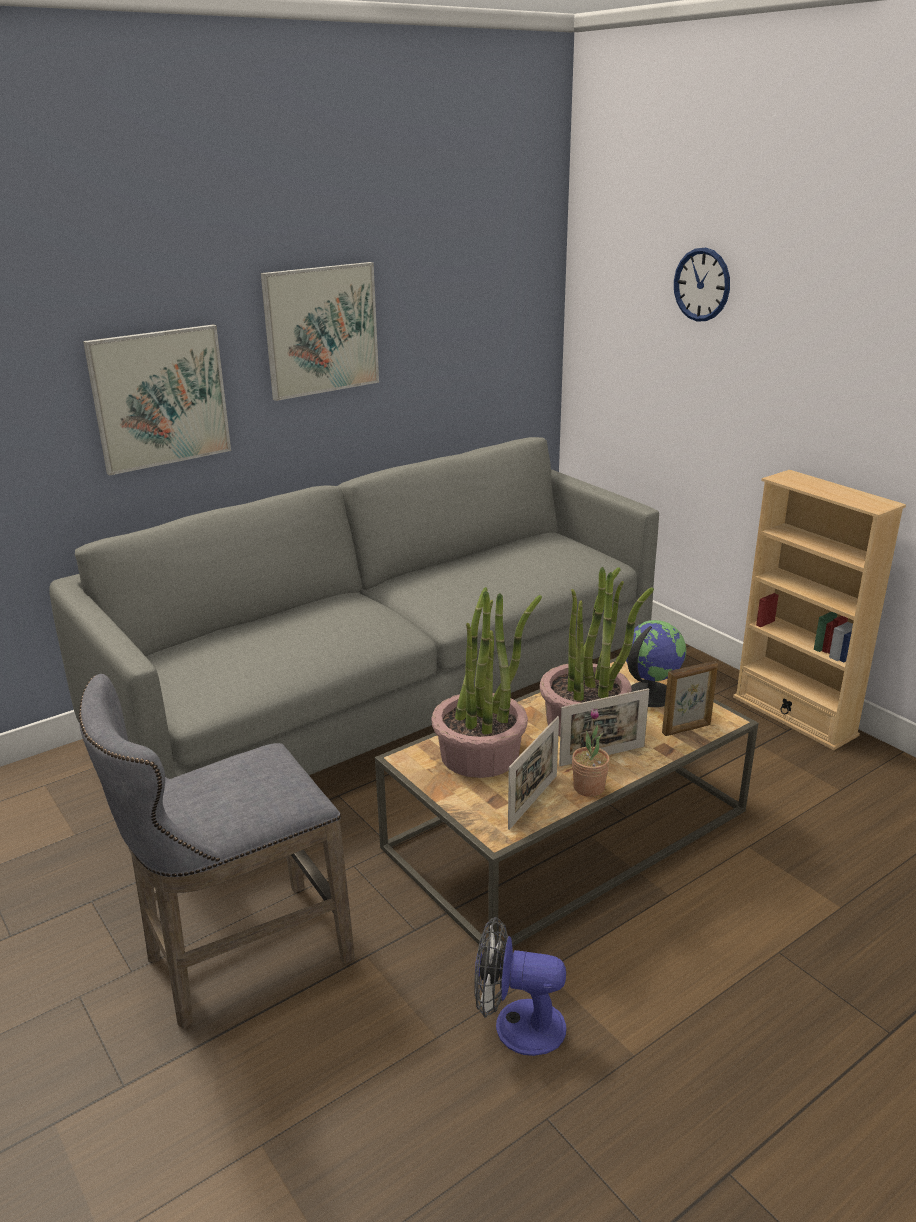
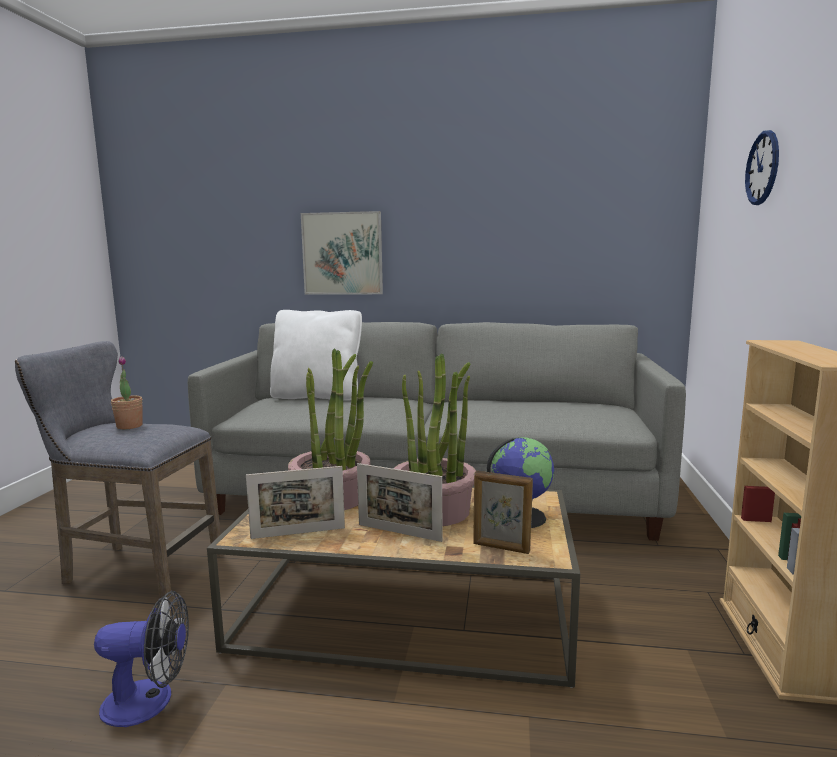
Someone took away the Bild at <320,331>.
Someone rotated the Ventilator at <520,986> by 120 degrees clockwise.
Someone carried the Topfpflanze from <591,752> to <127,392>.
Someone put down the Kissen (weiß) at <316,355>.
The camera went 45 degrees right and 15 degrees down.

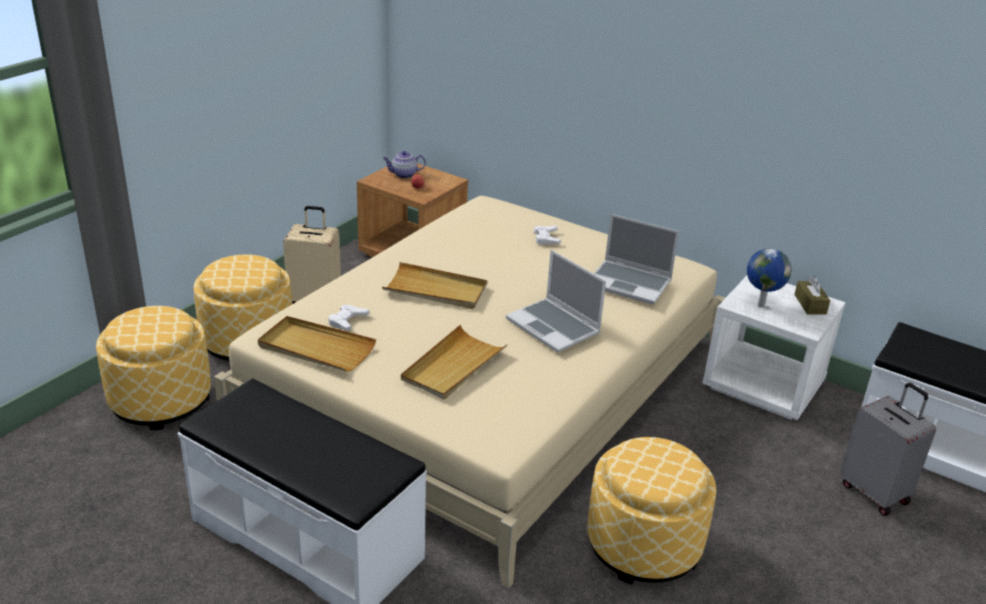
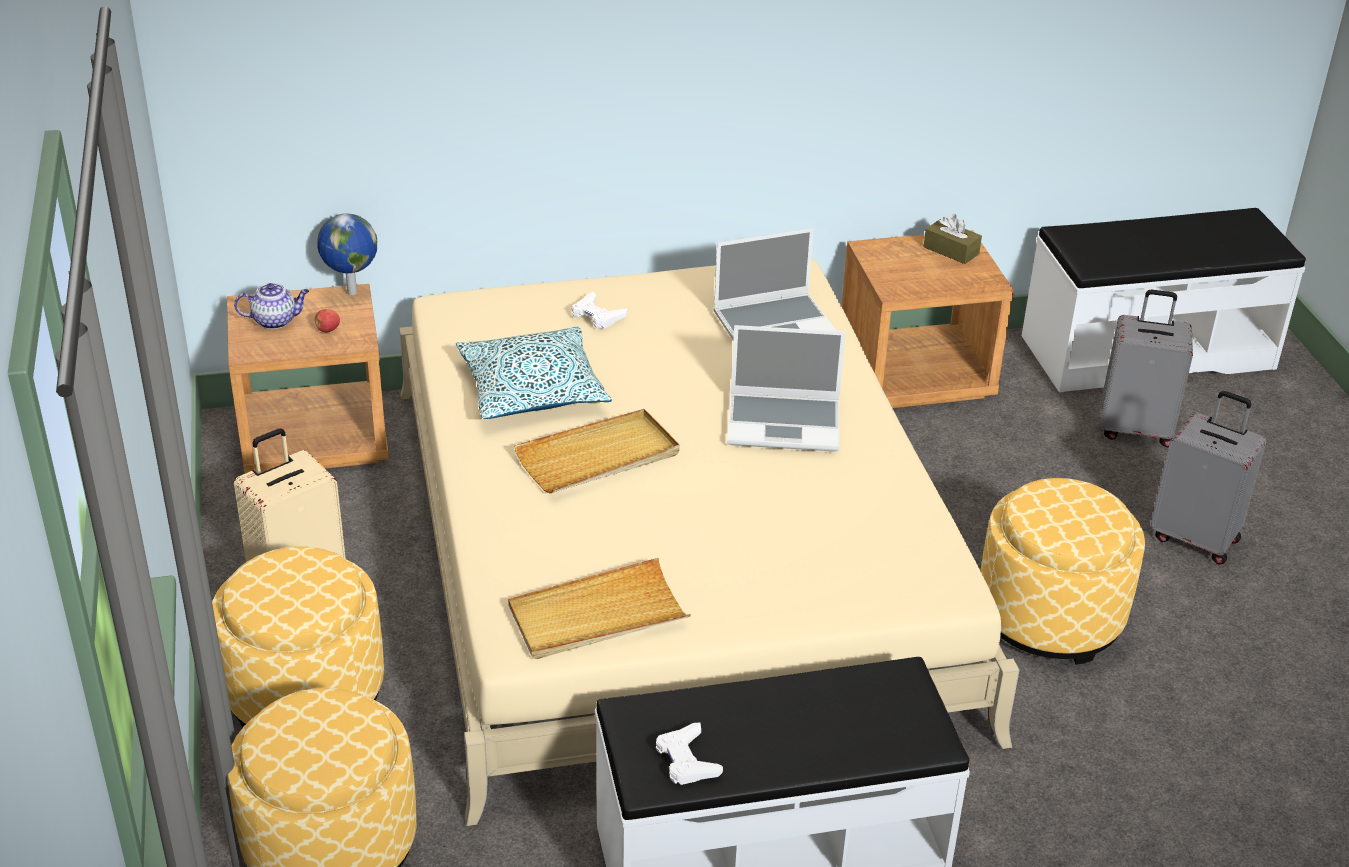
Someone carried the Gamepad (weiß) from <348,317> to <689,753>.
Someone rotated the Teekanne at <404,164> by 135 degrees counterclockwise.
Someone took away the Tablett (beige) at <454,362>.
Someone repainted the Nachttisch (weiß) at <774,348>, which became the Nachttisch (braun) at <928,319>.
Someone carried the Globus from <769,278> to <347,254>.
Someone put down the Kissen at <534,372>.
Someone put down the Koffer (grau) at <1208,478>.
The camera went 45 degrees left and 5 degrees up.

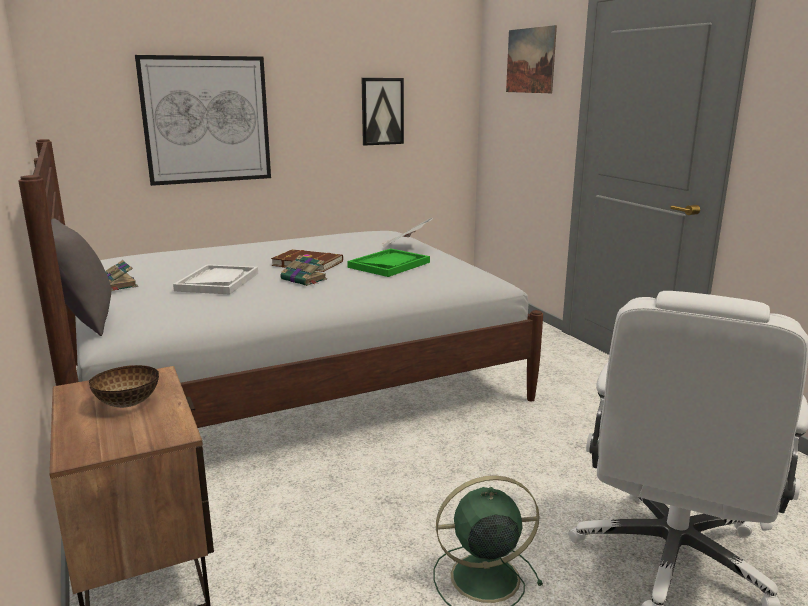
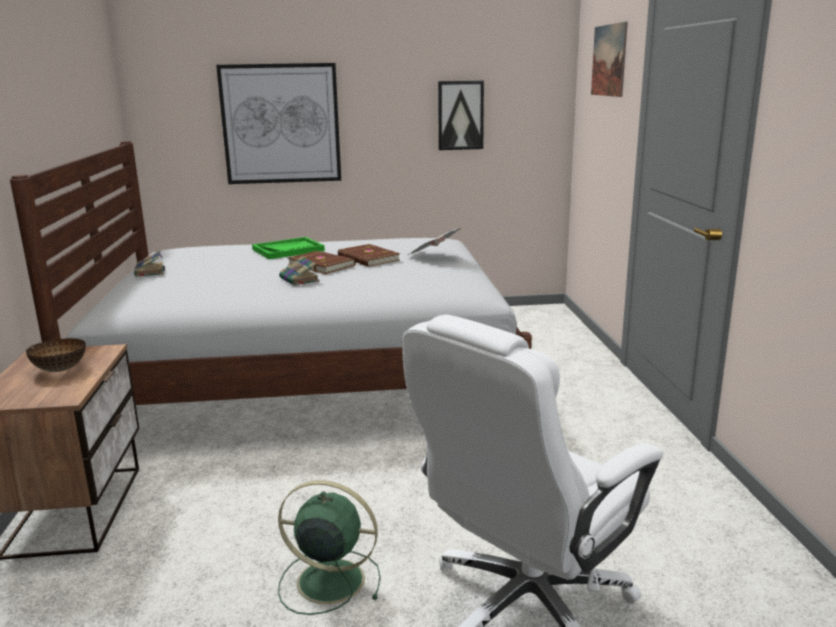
Someone took away the Kissen (grau) at <81,277>.
Someone took away the Tablett (weiß) at <215,279>.
Someone carried the Tablett (grün) from <388,262> to <288,248>.
Someone put down the Buch (braun) at <369,255>.
The camera went 20 degrees right and 0 degrees up.

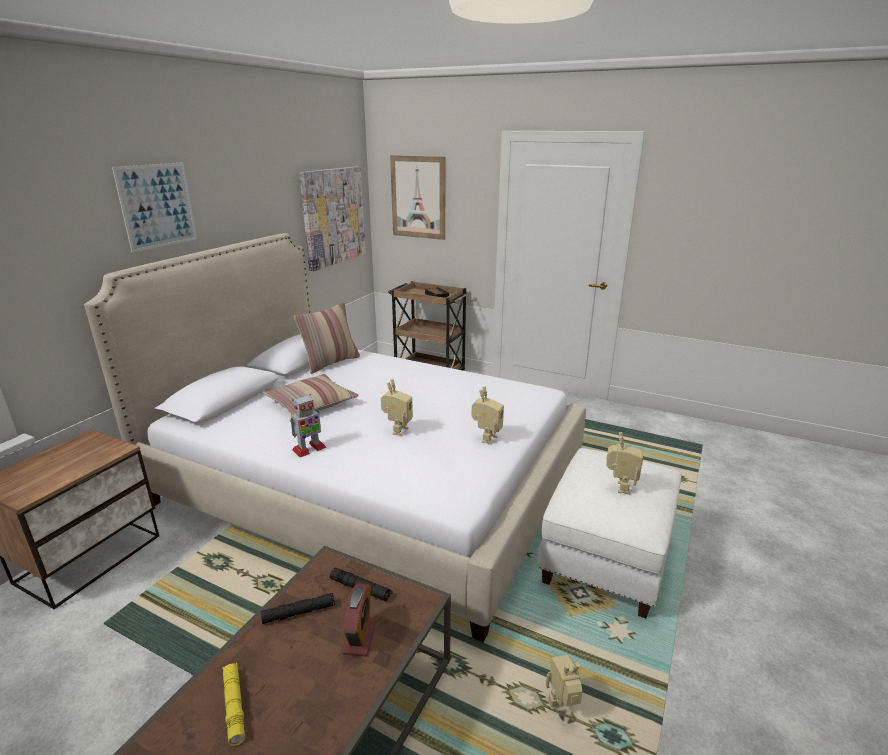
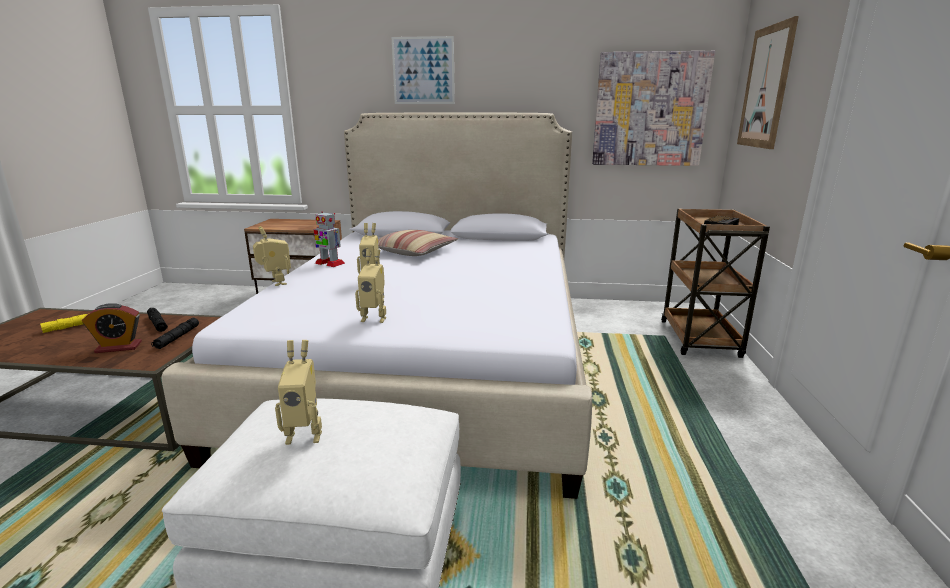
Someone took away the Kissen at <327,338>.
Someone carried the Spielzeugroboter from <564,682> to <272,256>.
The camera went 70 degrees right and 5 degrees down.

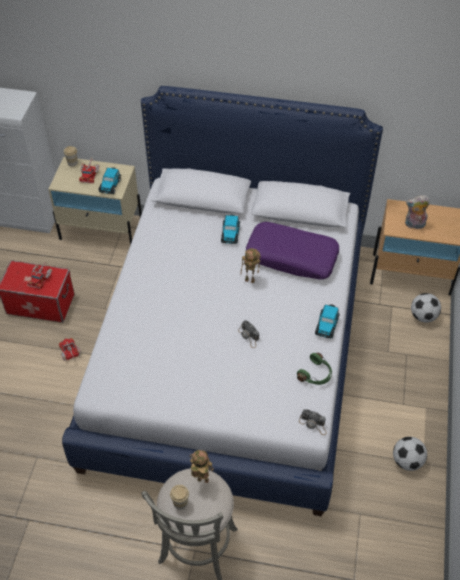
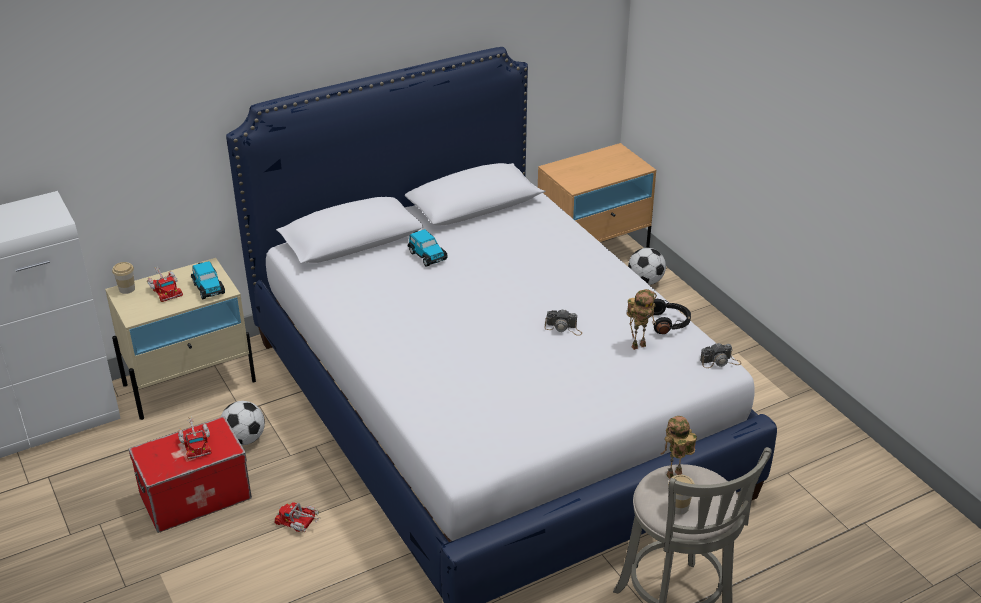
Someone carried the Spielzeugroboter from <251,265> to <642,319>.
Someone took away the Kissen (lila) at <292,251>.
Someone repainted the Kopfhörer (grün) at <314,369>, which became the Kopfhörer (schwarz) at <672,316>.
Someone took away the Spielzeugauto at <327,321>.
Someone carried the Fußball from <410,454> to <243,423>.
Someone took away the Plüschtier at <417,212>.
The camera went 40 degrees left and 15 degrees down.

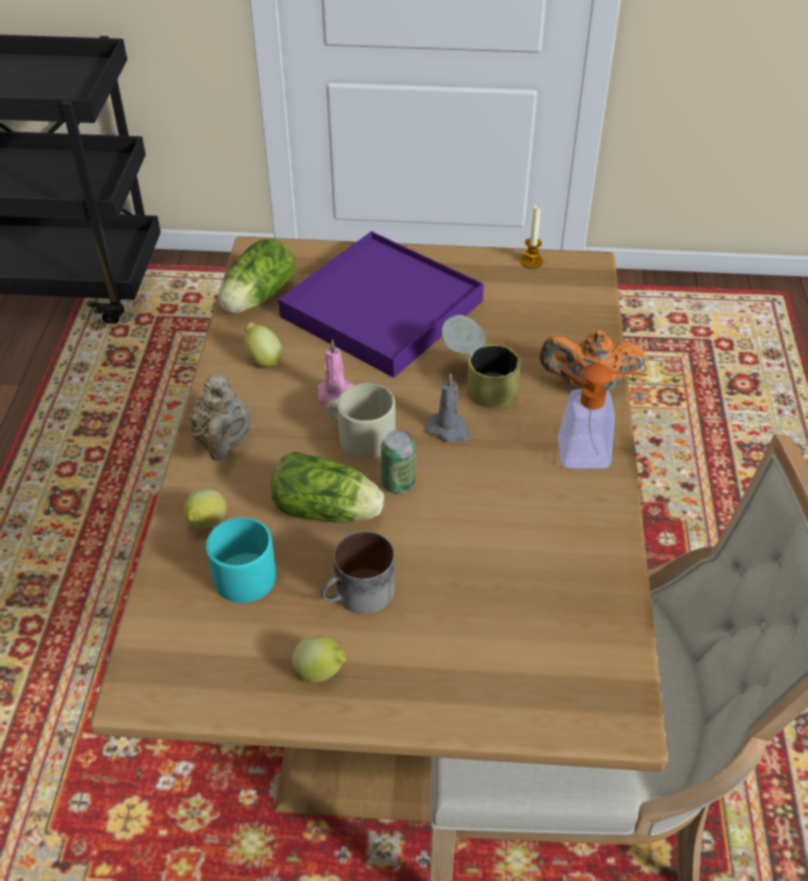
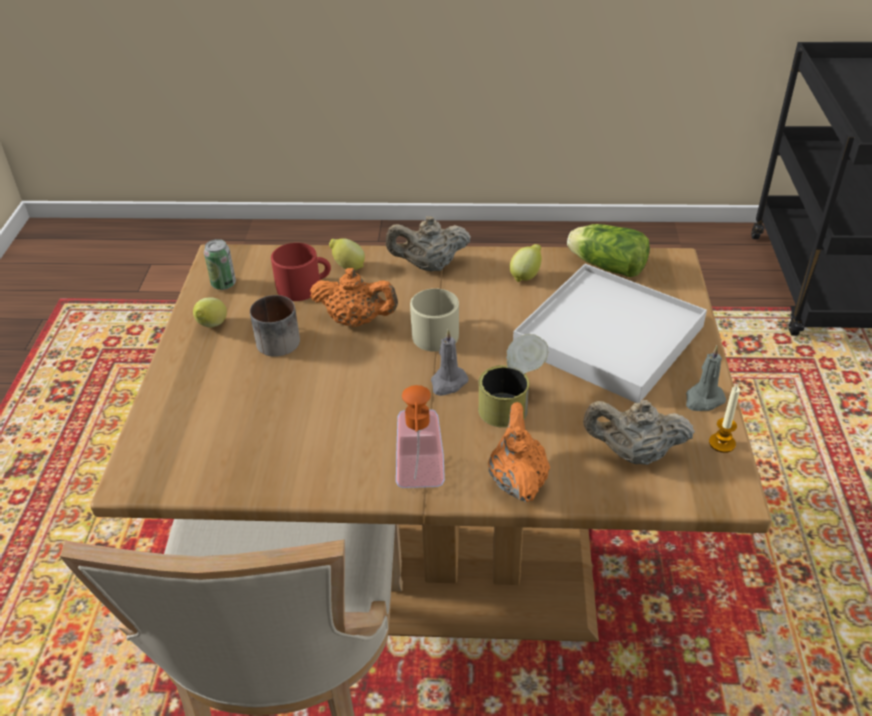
Someone repainted the Henkelbecher (türkis) at <241,560>, which became the Henkelbecher (rot) at <301,272>.
Someone swapped the Salatkopf at <327,487> for the Teekanne (orange) at <354,297>.
Someone repainted the Tablett (lila) at <381,304>, which became the Tablett (weiß) at <610,333>.
Someone took away the Kerze (rosa) at <335,375>.
Someone carried the Dose from <398,461> to <220,264>.
Someone put down the Teekanne (beige) at <639,432>.
Someone put down the Kerze (grau) at <706,378>.
The camera went 90 degrees right and 5 degrees down.

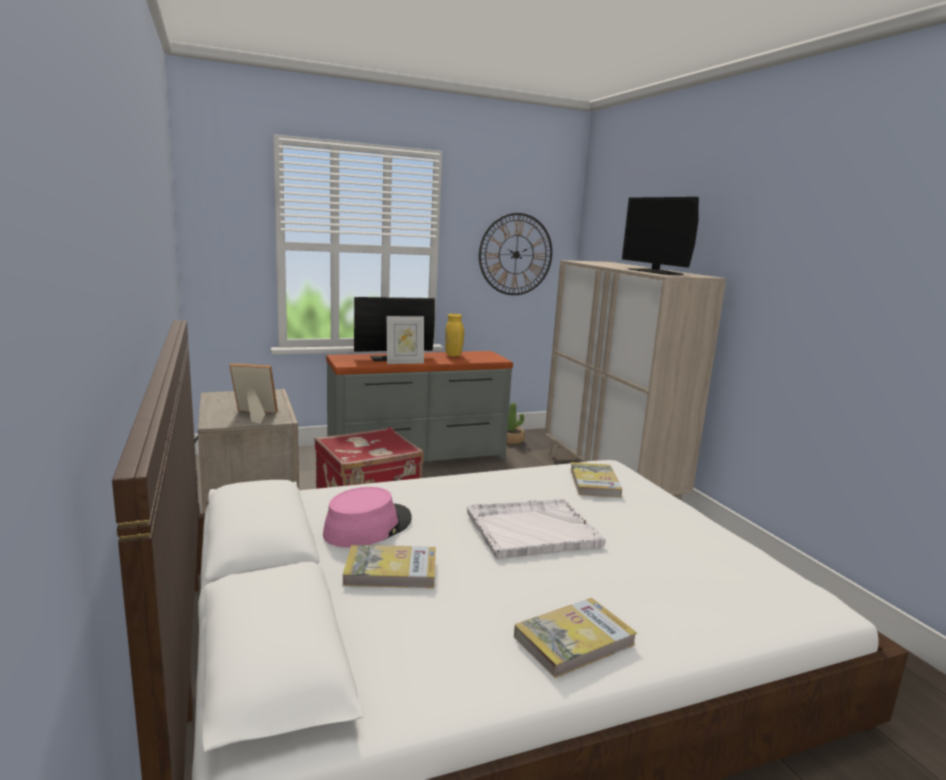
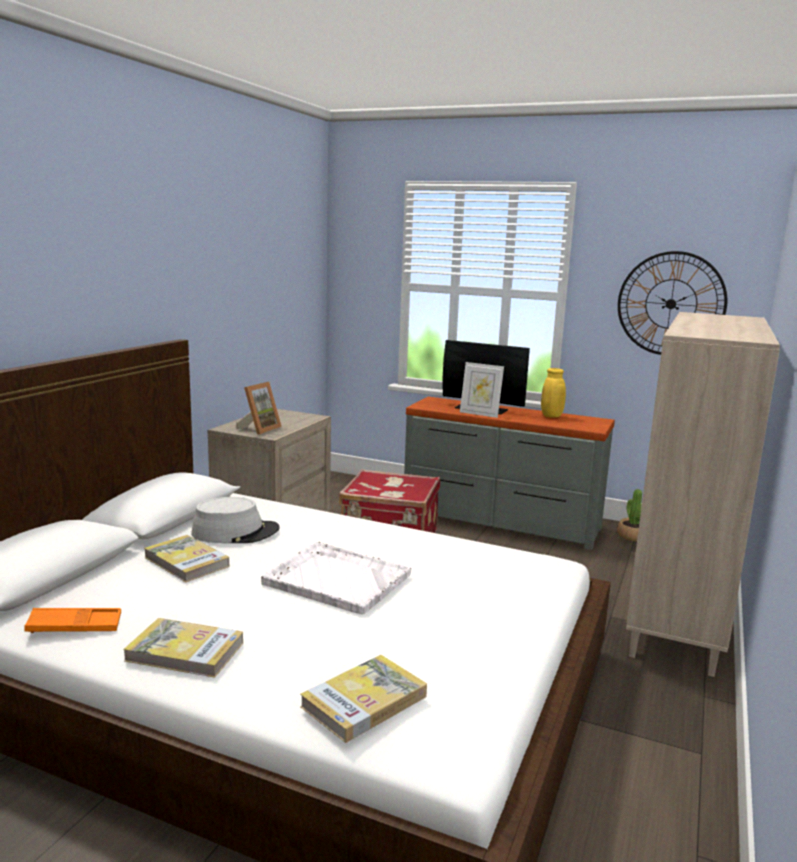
Someone rotated the Bilderrahmen at <253,393> by 75 degrees clockwise.
Someone repainted the Hut (rosa) at <367,517>, which became the Hut (grau) at <235,520>.
Someone carried the Buch from <596,480> to <363,699>.
Someone took away the Monitor at <660,236>.
Someone put down the Tablett (orange) at <72,620>.
The camera went 45 degrees right and 0 degrees up.

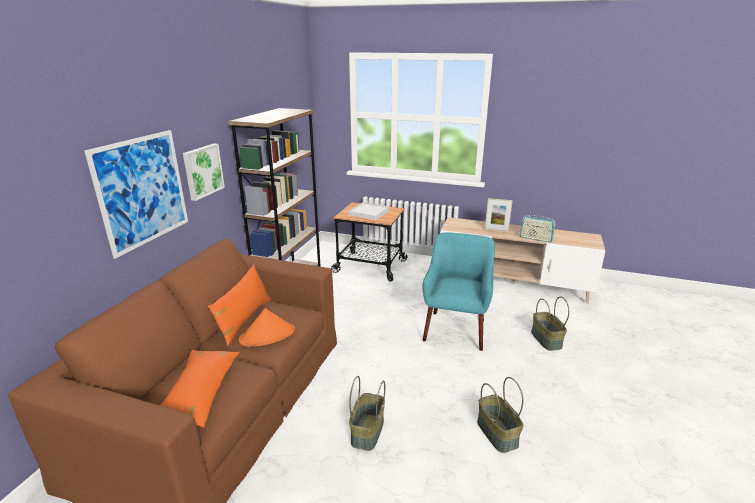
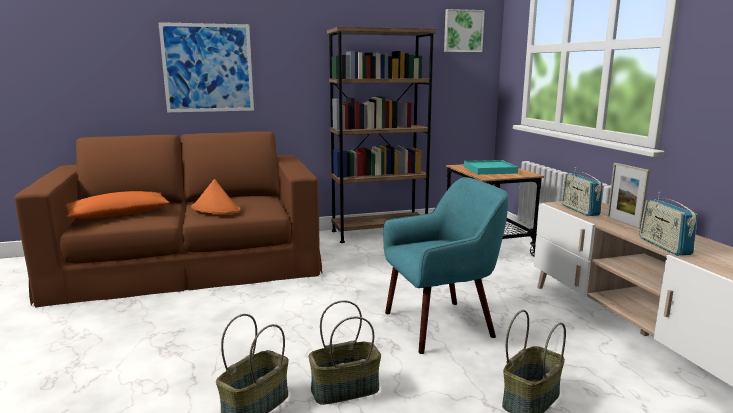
Someone carried the Bild from <204,172> to <464,30>.
Someone took away the Kissen (orange) at <239,305>.
Someone repainted the Tablett (weiß) at <368,211>, which became the Tablett (türkis) at <491,167>.
Someone carried the Korb from <367,413> to <344,352>.
Someone put down the Radio at <582,191>.
The camera went 55 degrees right and 10 degrees down.

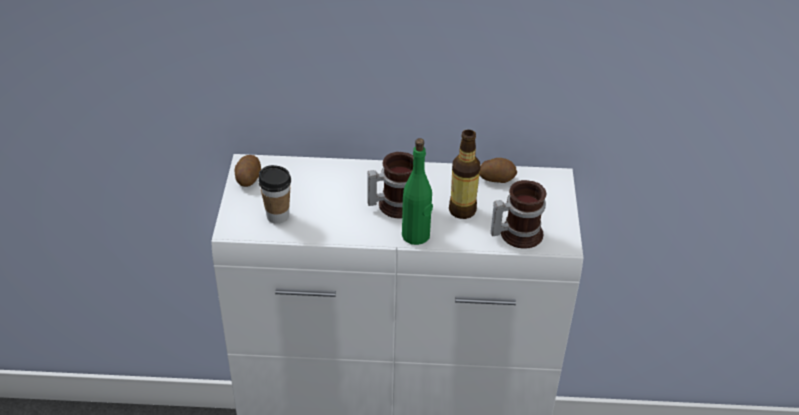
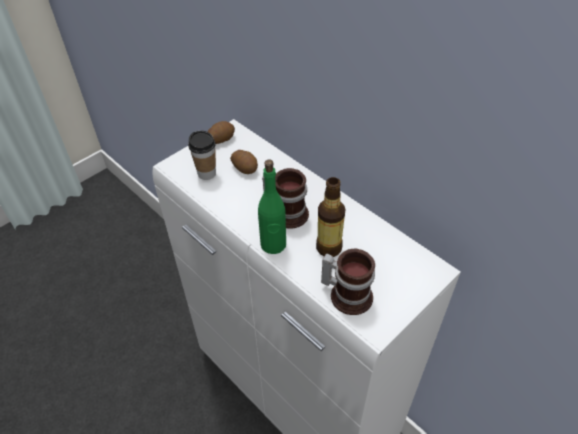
Someone carried the Kartoffel from <498,170> to <244,162>.
The camera went 45 degrees right and 5 degrees up.

